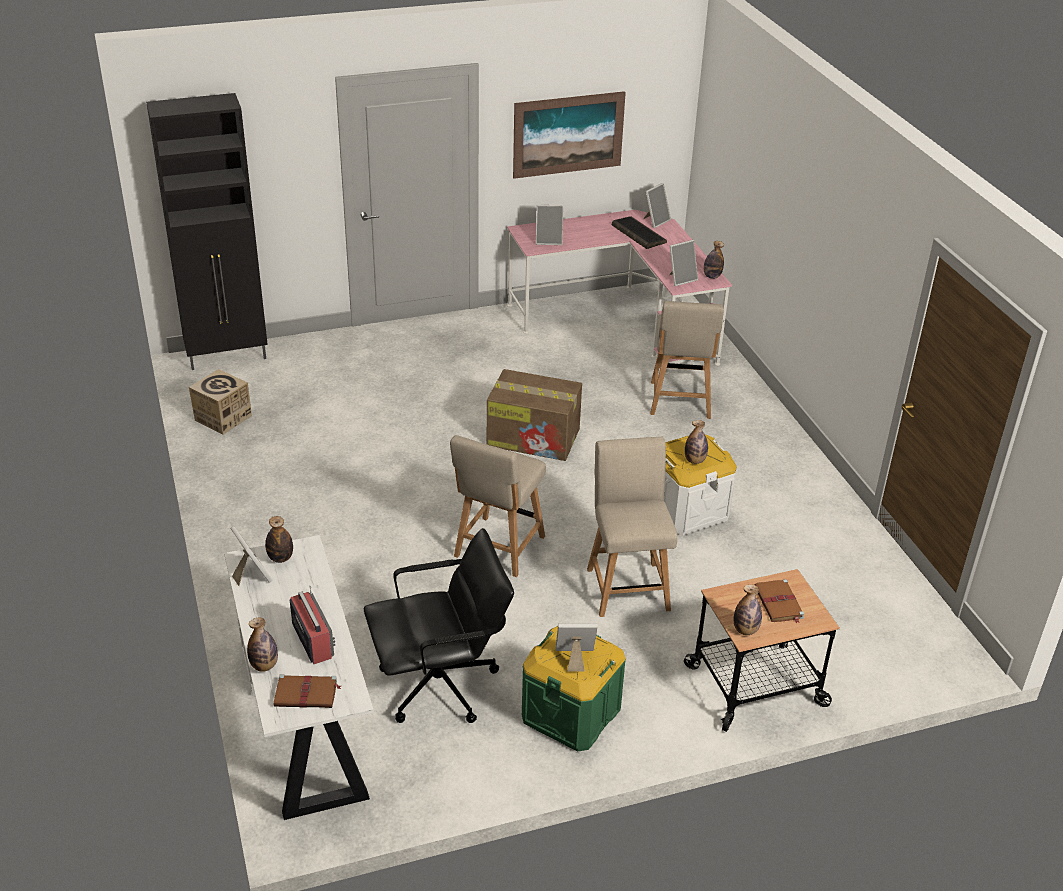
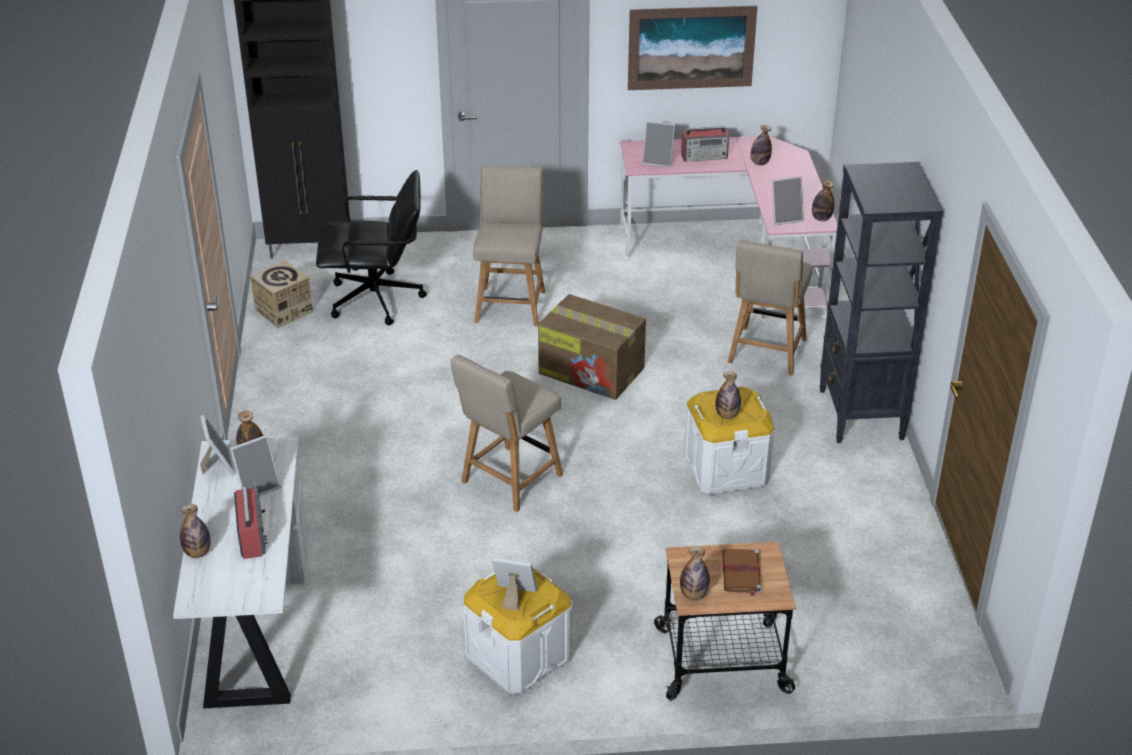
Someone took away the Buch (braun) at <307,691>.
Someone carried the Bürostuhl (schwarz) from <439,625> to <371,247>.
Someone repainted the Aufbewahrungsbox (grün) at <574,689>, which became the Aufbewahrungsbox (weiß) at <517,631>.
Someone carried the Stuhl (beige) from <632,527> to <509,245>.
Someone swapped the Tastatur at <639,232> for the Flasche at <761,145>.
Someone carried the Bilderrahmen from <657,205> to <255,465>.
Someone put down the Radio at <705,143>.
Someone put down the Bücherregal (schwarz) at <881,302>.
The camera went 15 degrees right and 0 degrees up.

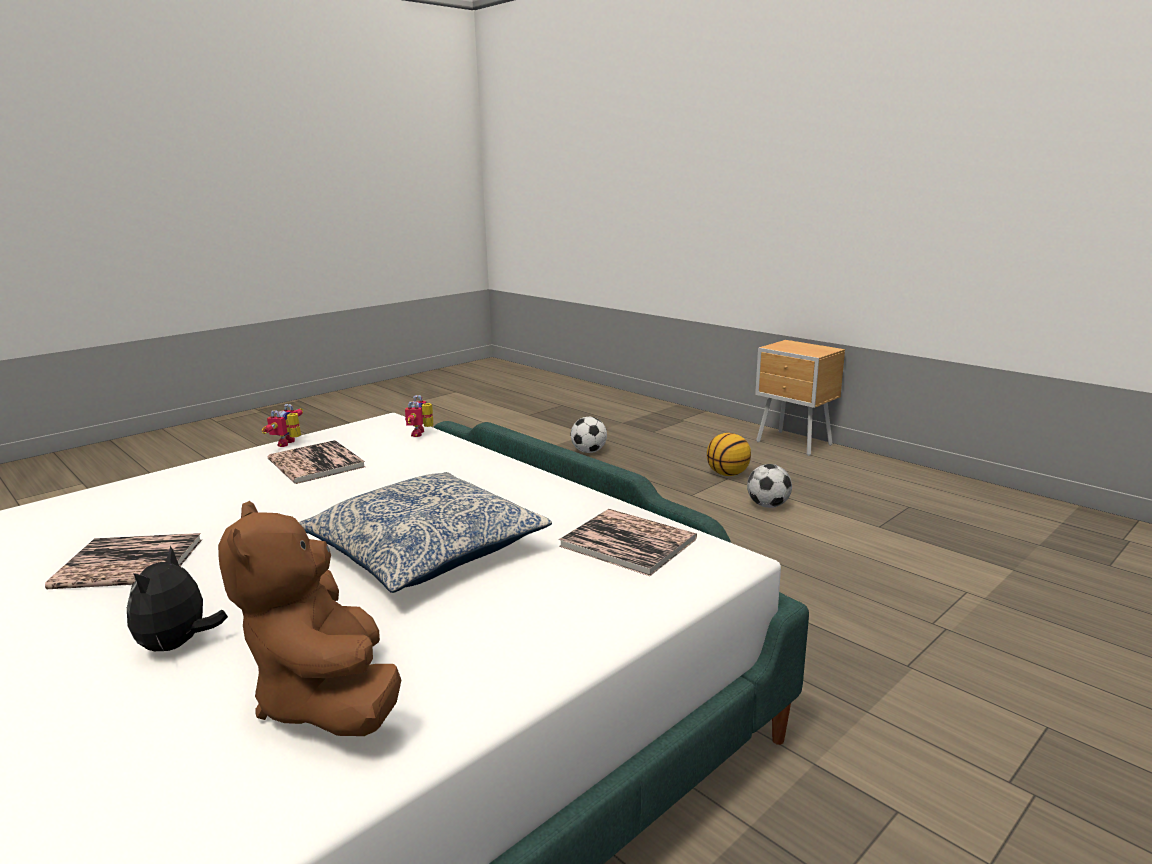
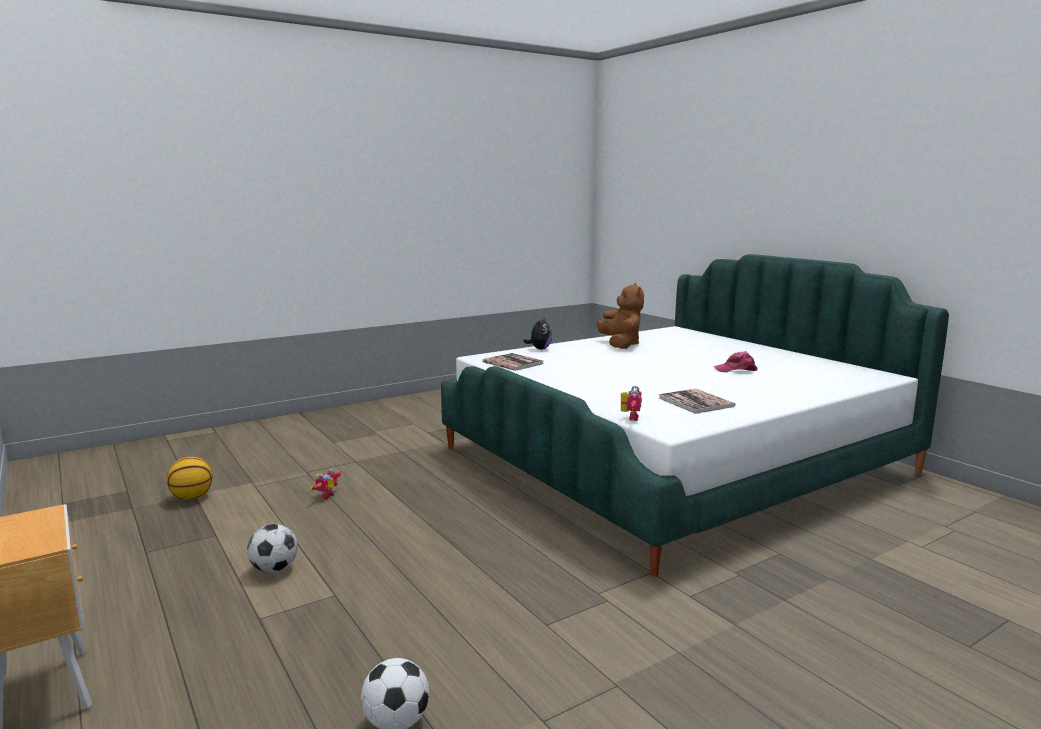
Someone swapped the Buch at <123,561> for the Kappe (rosa) at <735,361>.
Someone carried the Plüschtier from <177,598> to <537,333>.
Someone carried the Spielzeugroboter from <282,425> to <326,484>.
Someone took away the Kissen at <425,532>.
Someone carried the Basketball from <729,454> to <190,478>.
The camera went 170 degrees left and 5 degrees down.

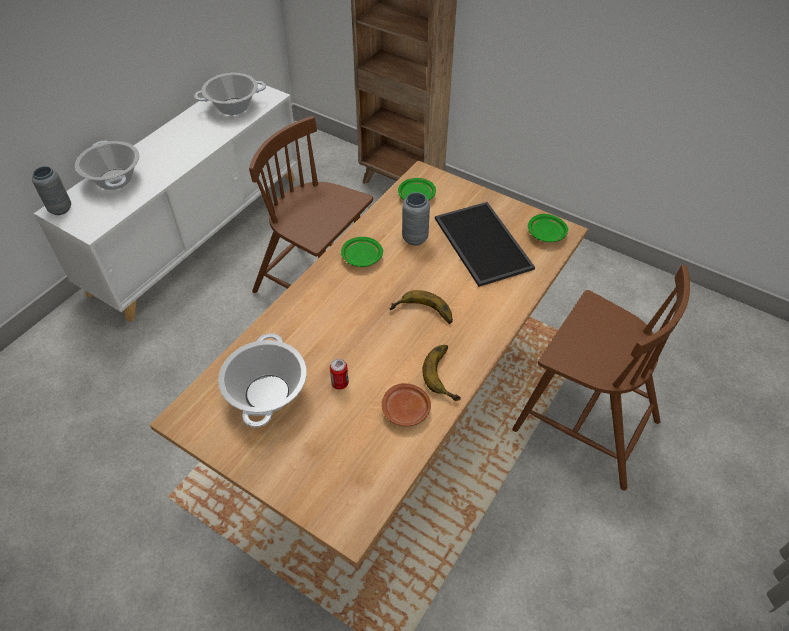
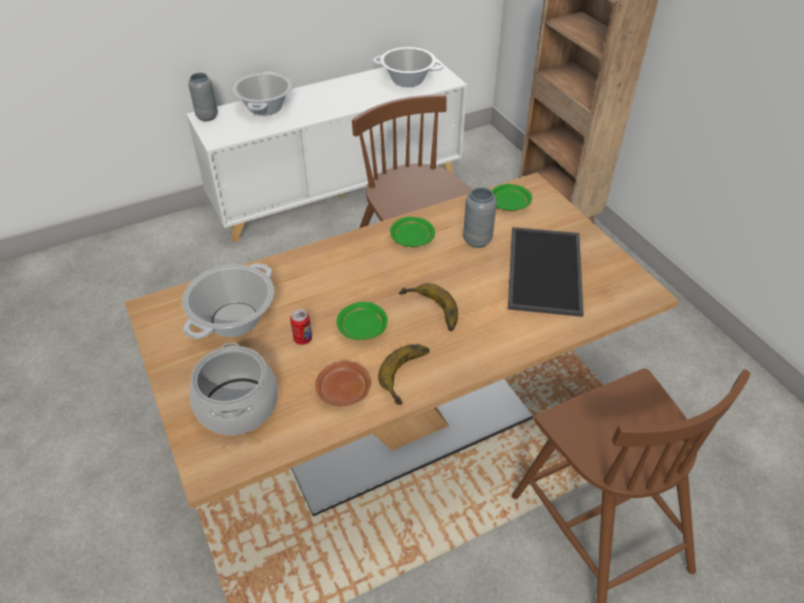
Someone carried the Teller (grün) from <548,228> to <362,321>.
Someone put down the Kochtopf at <233,388>.
The camera went 30 degrees right and 5 degrees down.

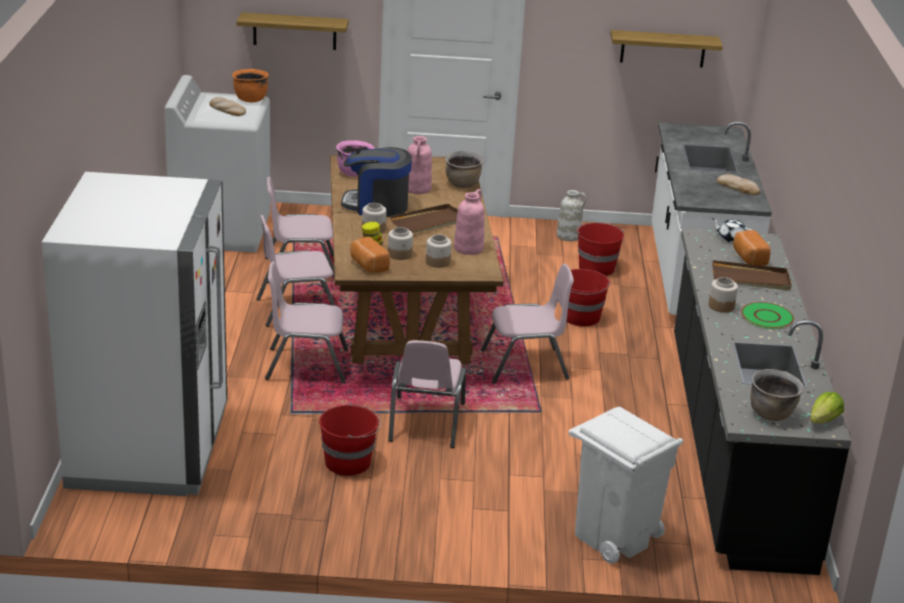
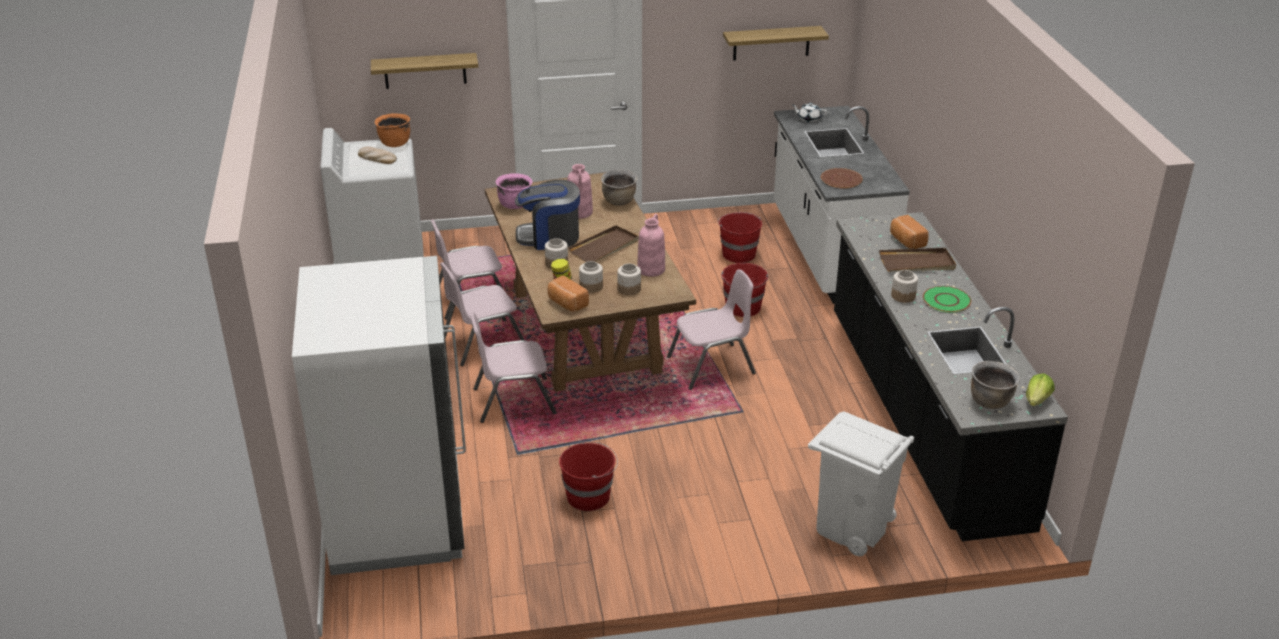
Someone took away the Stuhl (rosa) at <427,394>.
Someone took away the Vase (weiß) at <571,215>.
Someone carried the Teekanne (weiß) from <731,230> to <809,112>.
Someone took away the Brot at <738,184>.
Someone put down the Teller (braun) at <842,178>.
The camera went 10 degrees left and 5 degrees up.

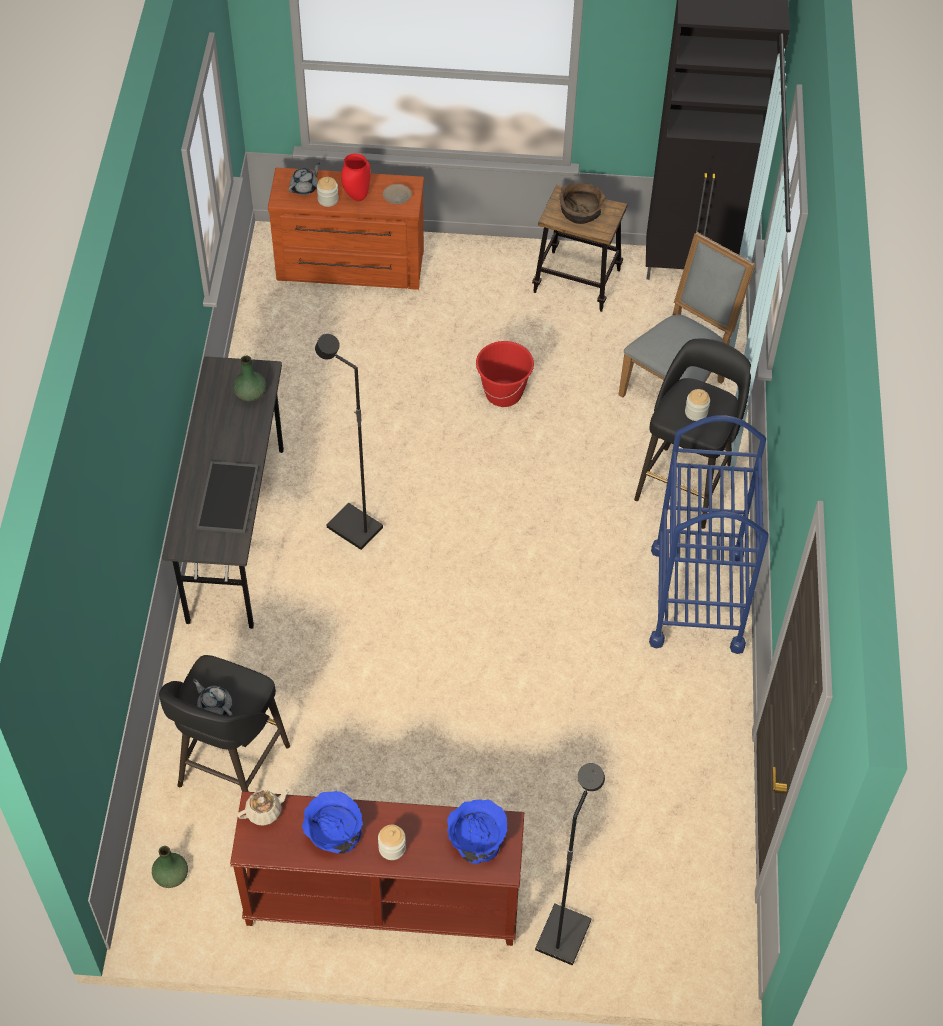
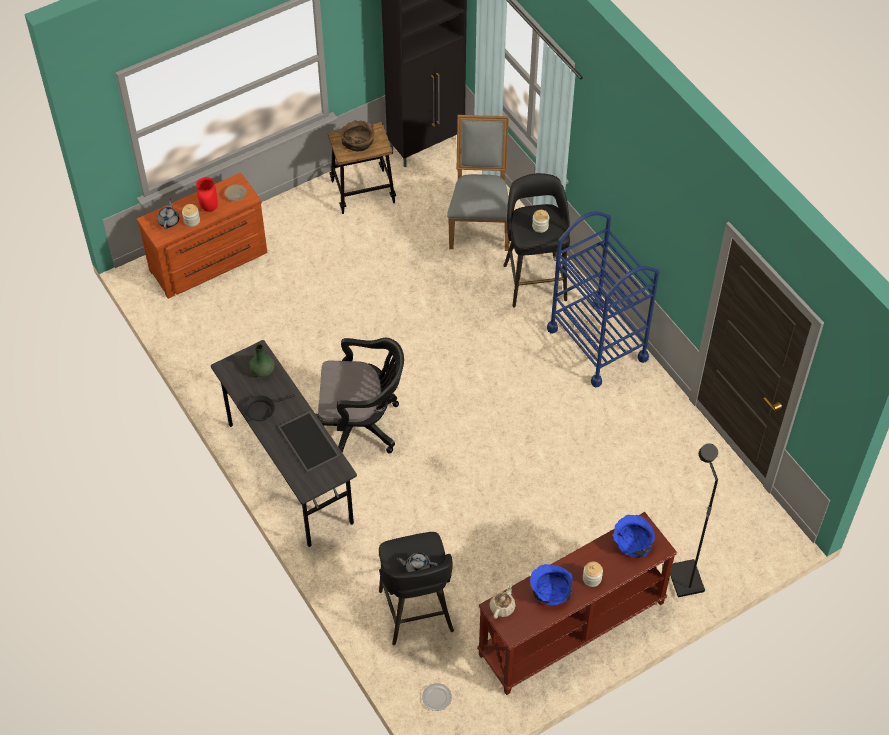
Someone swapped the Vase (grün) at <170,867> for the Teller at <437,697>.
Someone swapped the Stehlampe (schwarz) at <349,442> for the Bürostuhl (schwarz) at <360,395>.
Someone took away the Eimer (rot) at <505,374>.
Someone put down the Pfanne (schwarz) at <269,407>.
The camera went 35 degrees left and 0 degrees up.

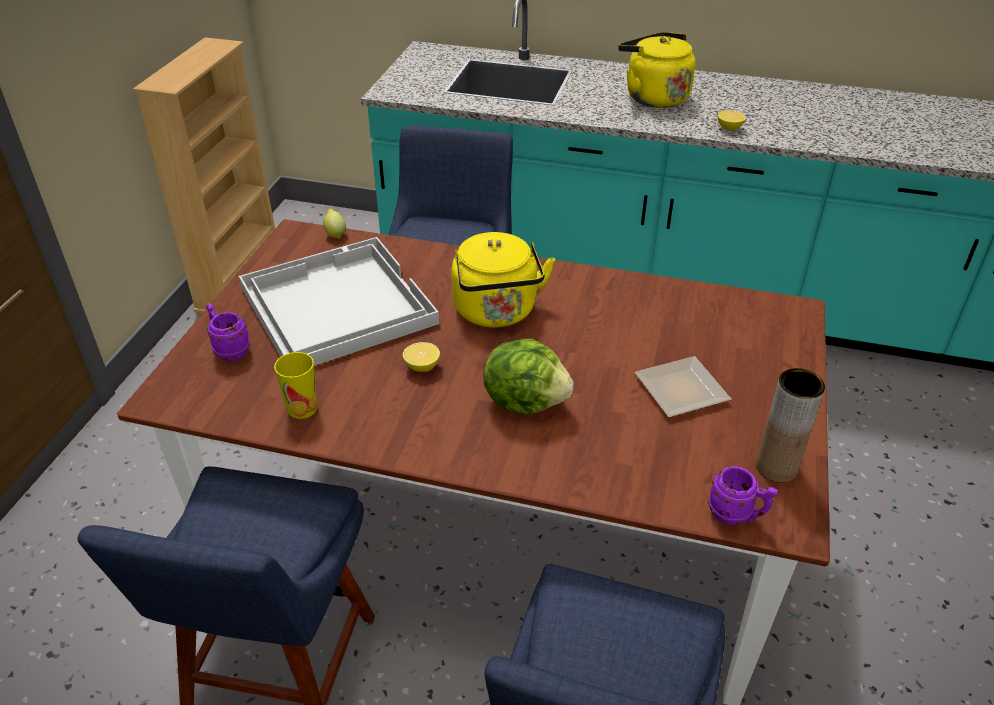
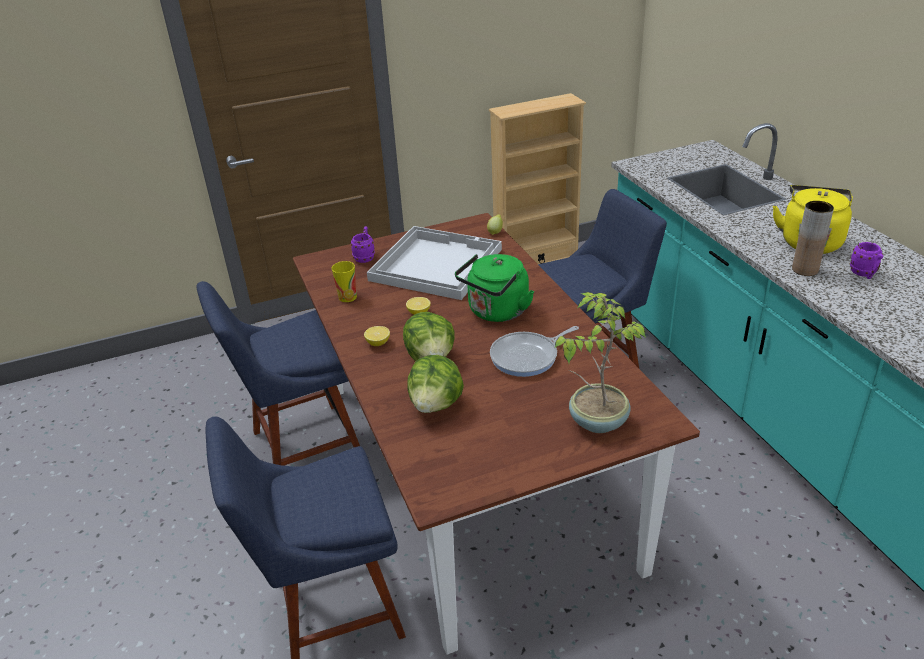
Someone repainted the Wasserkessel (gelb) at <503,280>, which became the Wasserkessel (grün) at <494,288>.
Someone took away the Teller at <683,387>.
Someone carried the Henkelbecher (lila) from <743,495> to <866,260>.
Someone carried the Zitrone from <732,120> to <377,336>.
Someone carried the Vase (braun) from <790,425> to <813,238>.
Someone put down the Salatkopf at <435,384>.
Someone put down the Pfanne at <534,351>.
Someone put down the Topfpflanze at <600,362>.
The camera went 55 degrees right and 5 degrees down.

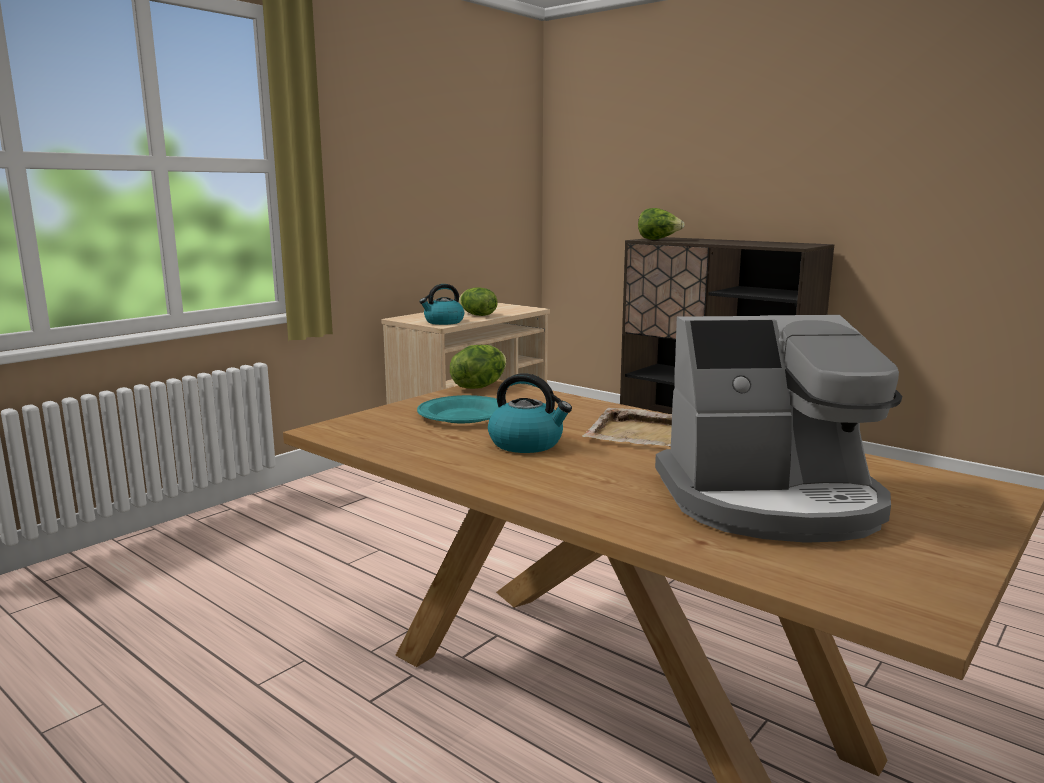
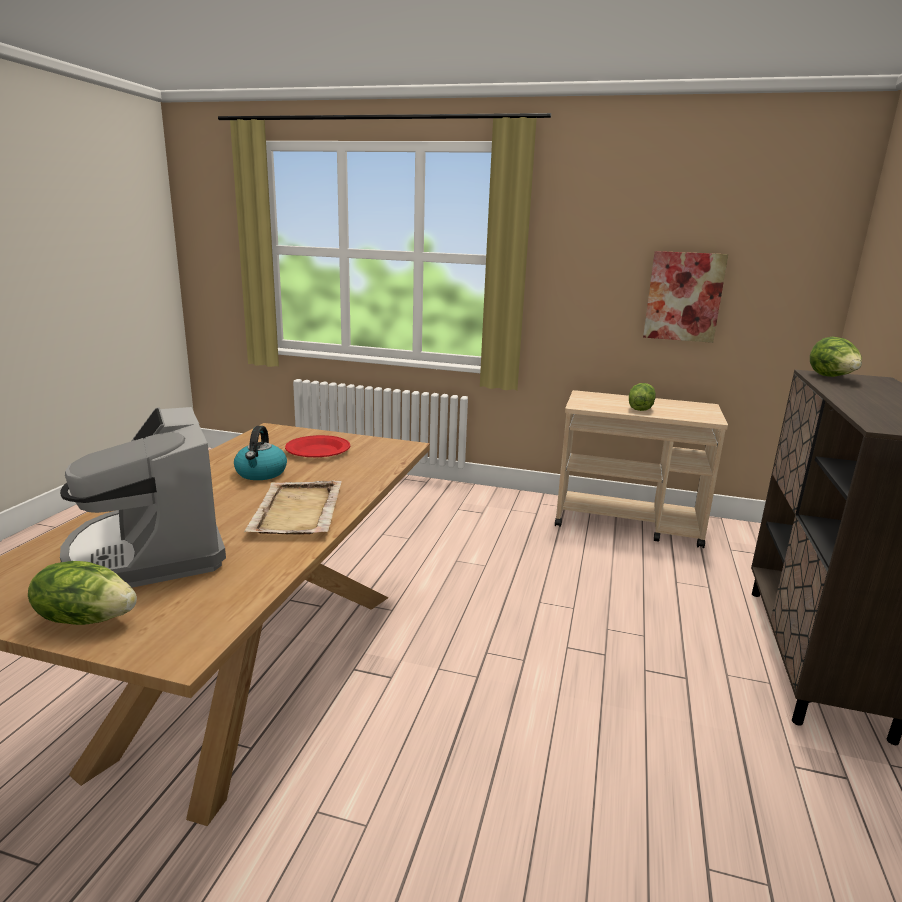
Someone repainted the Teller (türkis) at <462,409>, which became the Teller (rot) at <317,446>.
Someone took away the Wasserkessel at <441,304>.
Someone carried the Salatkopf from <478,367> to <82,593>.
Someone put up the Bild at <685,297>.
The camera went 65 degrees right and 5 degrees up.

